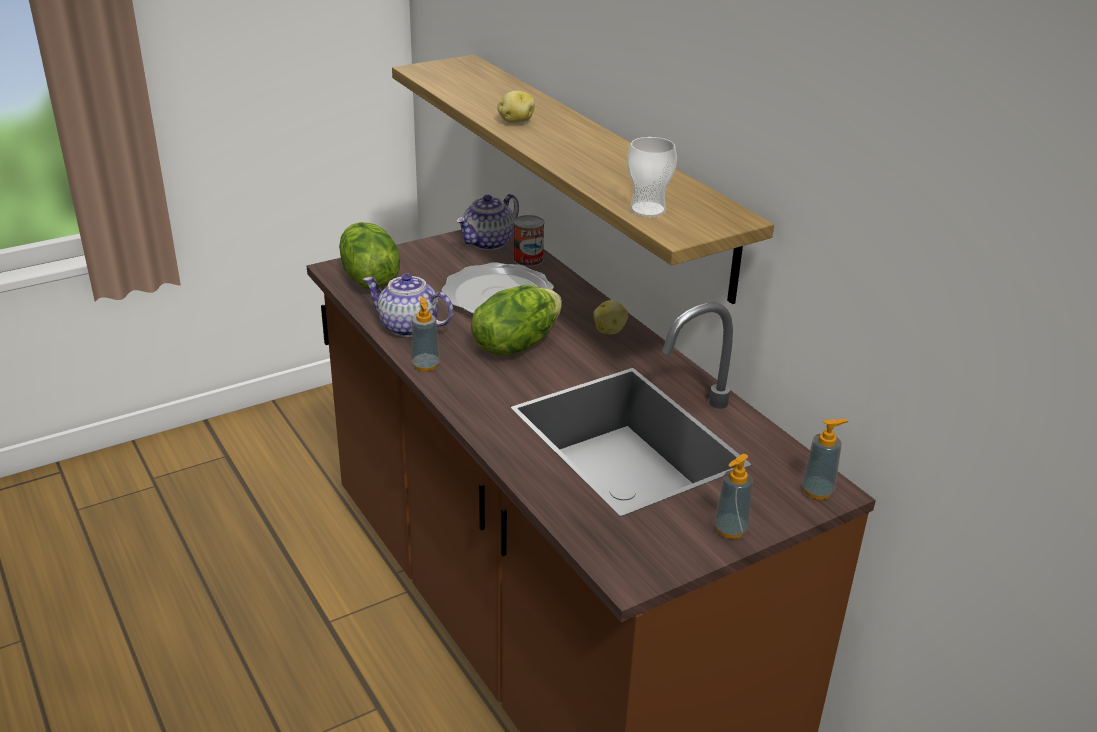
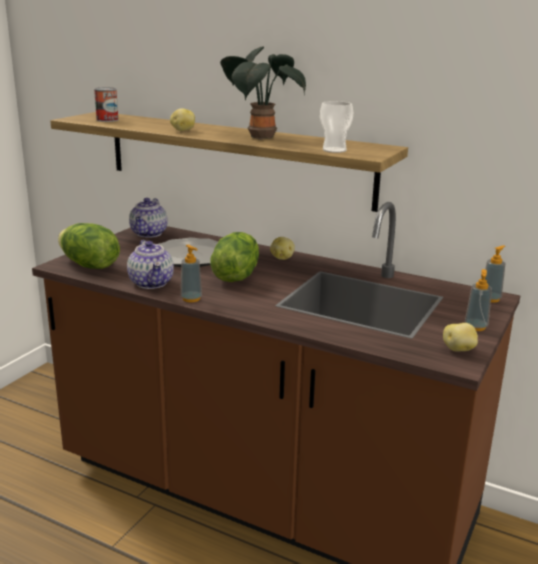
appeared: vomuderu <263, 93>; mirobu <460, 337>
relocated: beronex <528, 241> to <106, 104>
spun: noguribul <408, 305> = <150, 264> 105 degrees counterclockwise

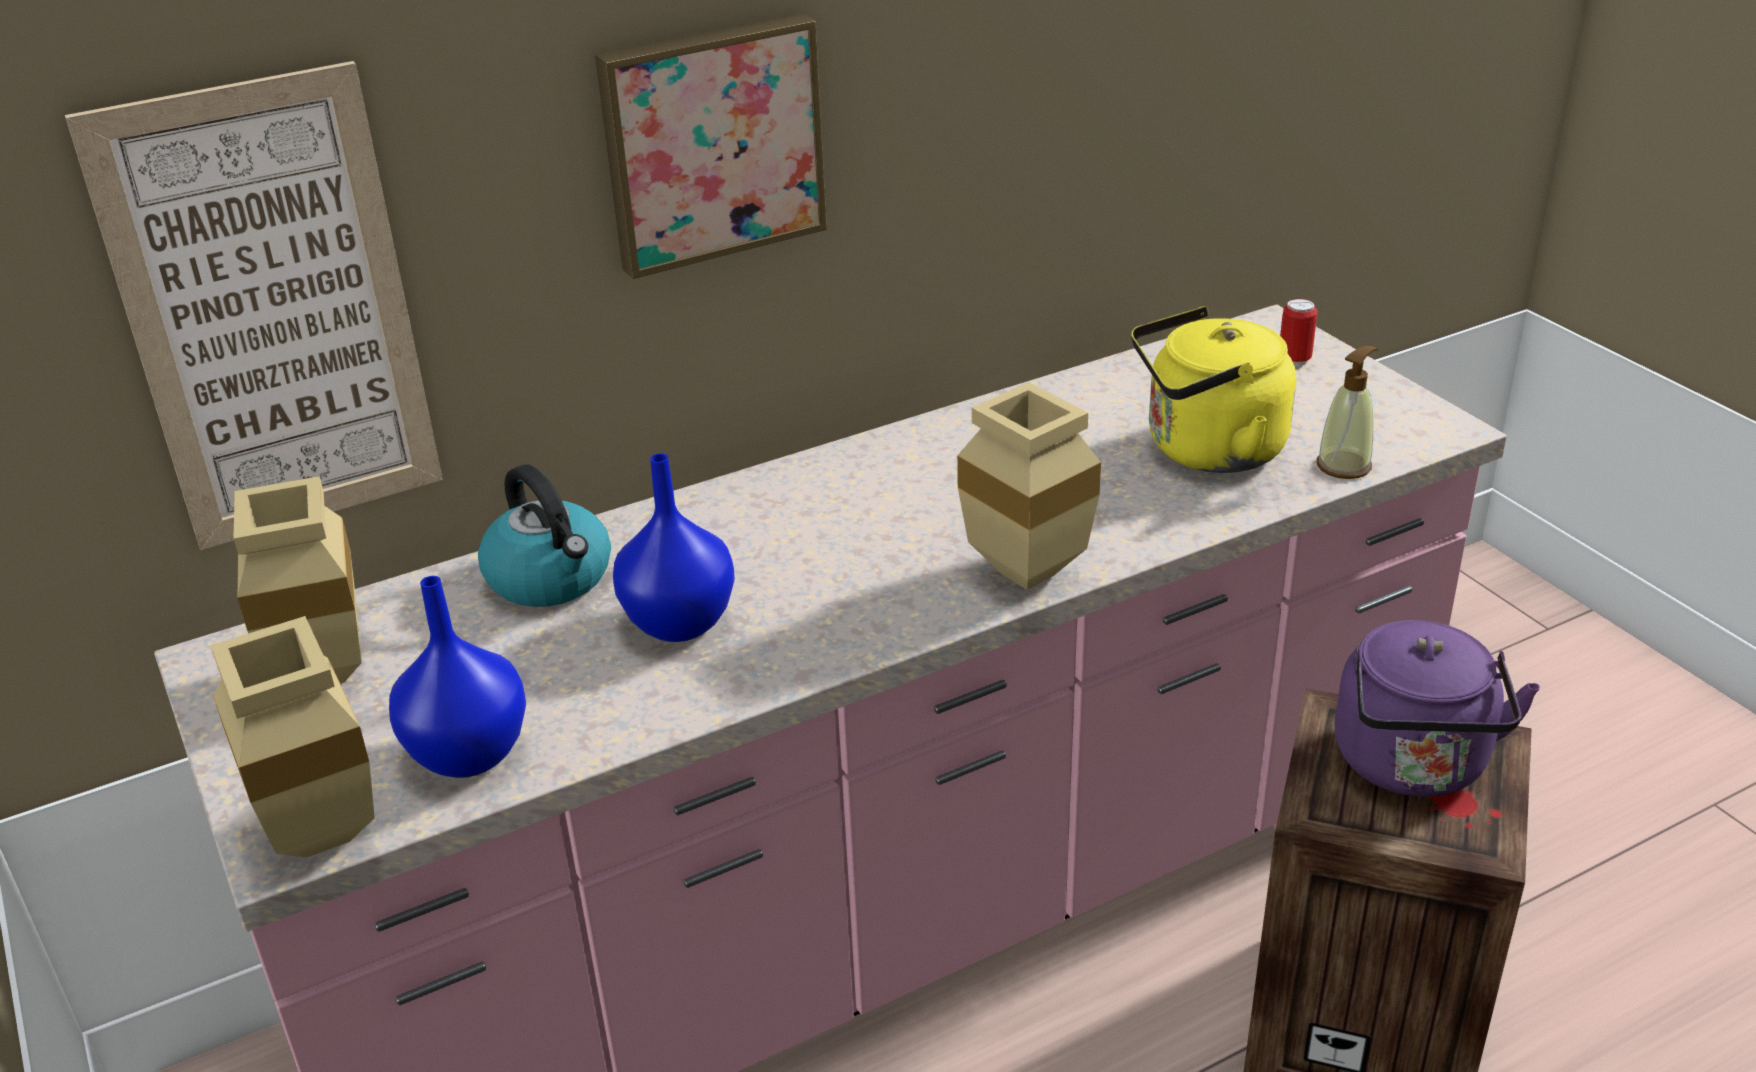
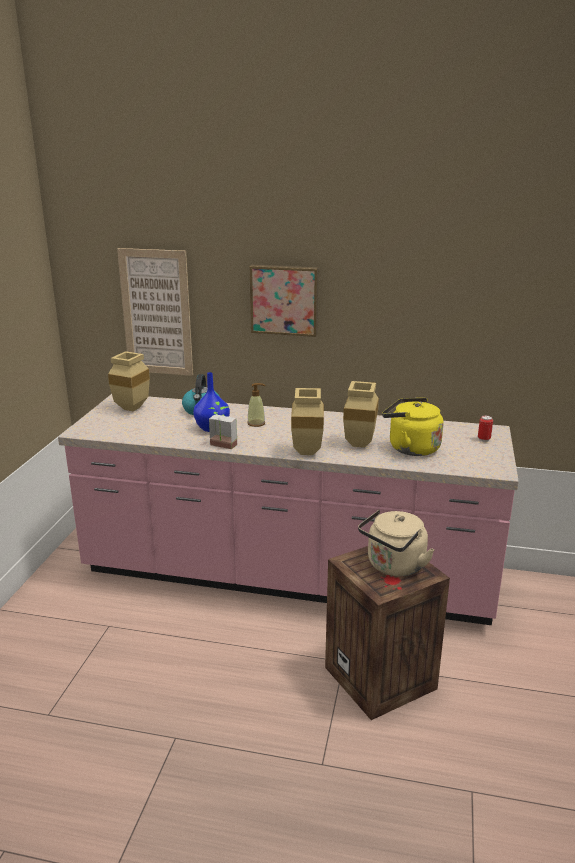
missing: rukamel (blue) <457, 677>
appeared: vomuderu <223, 425>
relocated: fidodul <1347, 412> to <256, 405>; rukamel (beige) <293, 737> to <361, 414>
colour: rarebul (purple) <1437, 708> to rarebul (beige) <396, 543>

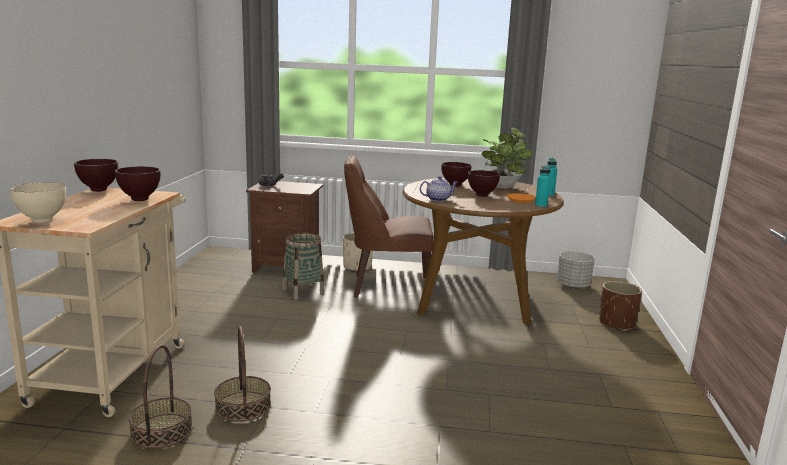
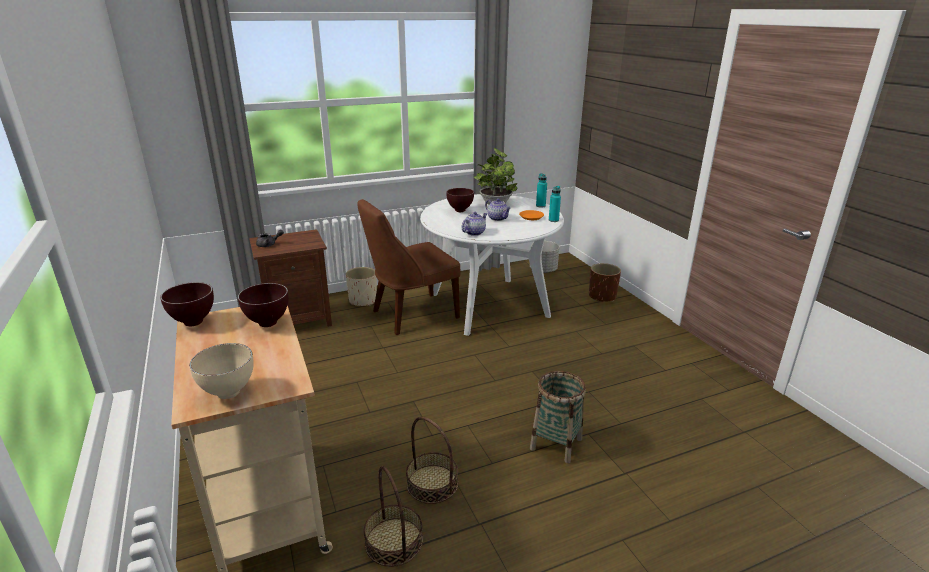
relocated: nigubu <303, 266> to <558, 417>
exchanged: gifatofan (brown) <484, 183> to noguribul <498, 210>
colour: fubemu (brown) <483, 251> to fubemu (white) <492, 265>

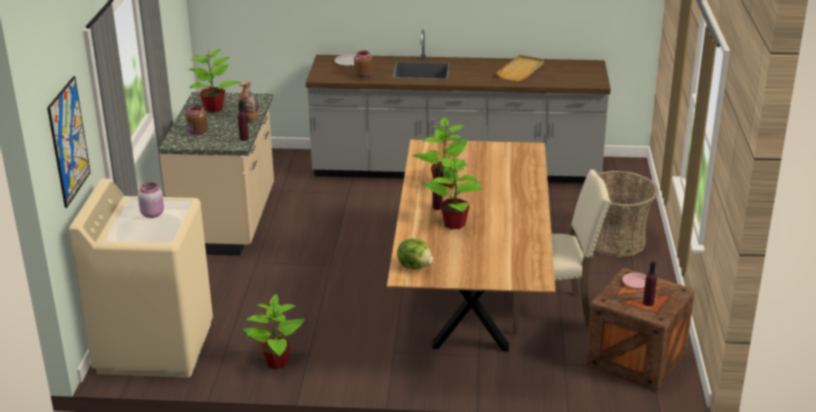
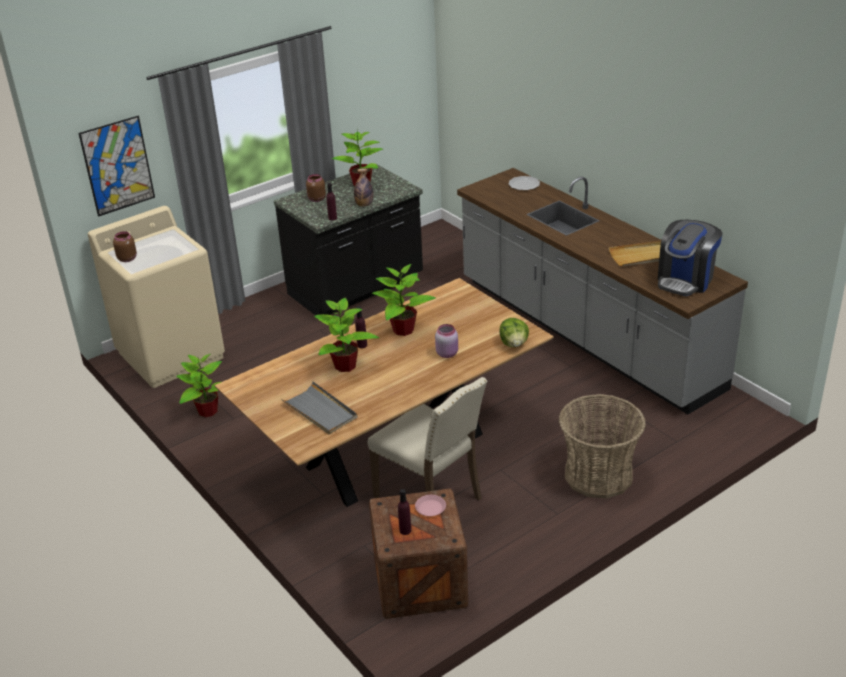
appeared: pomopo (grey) <319, 407>; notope <690, 258>
relocated: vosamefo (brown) <363, 64> to <125, 246>; vosamefo (pink) <151, 200> to <446, 341>; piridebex <415, 254> to <514, 332>
colour: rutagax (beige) <216, 174> to rutagax (black) <348, 240>

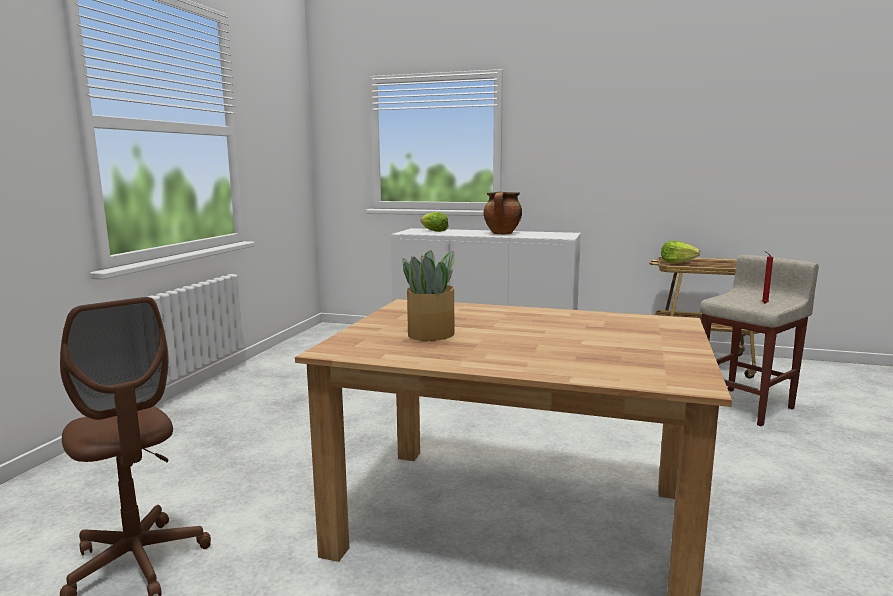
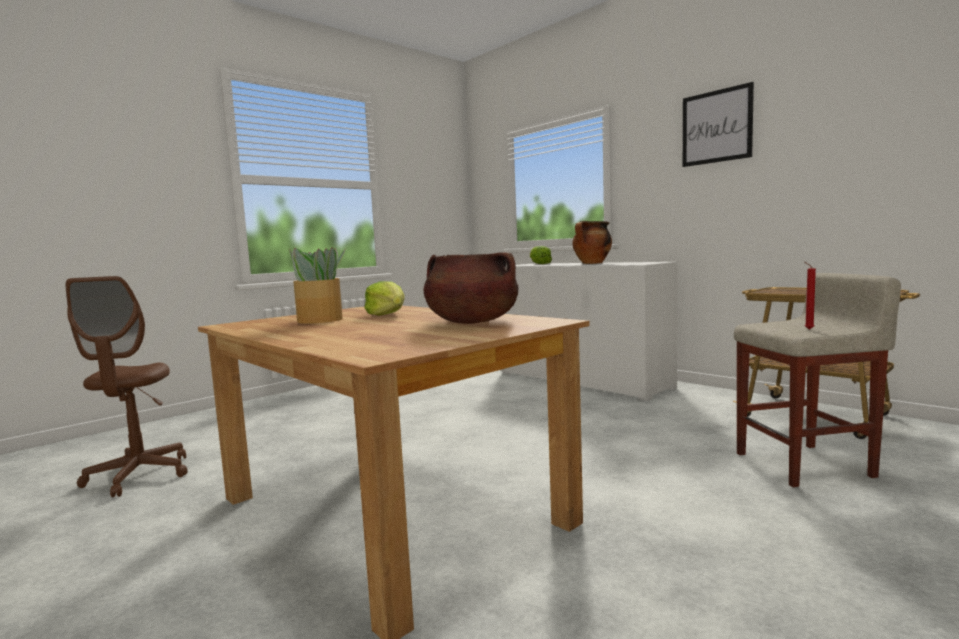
appeared: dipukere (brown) <470, 288>; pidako <718, 124>
relocated: piridebex <680, 252> to <384, 298>

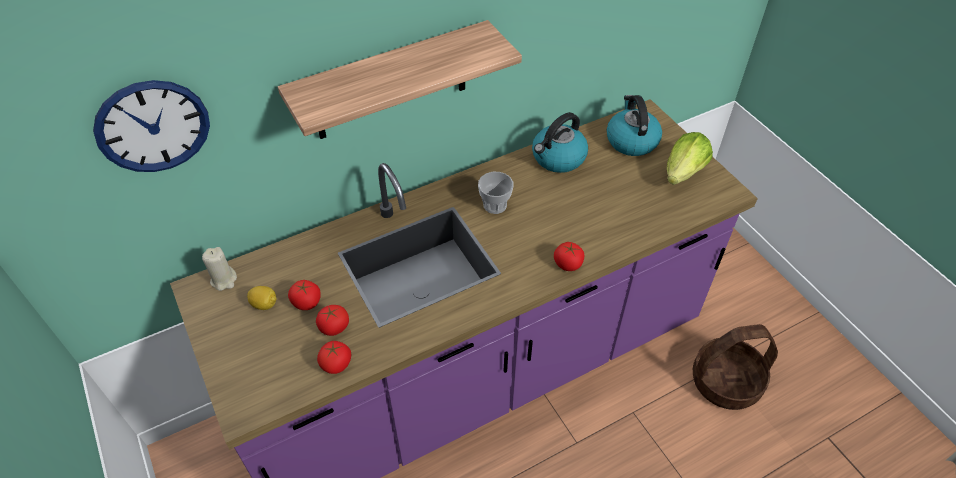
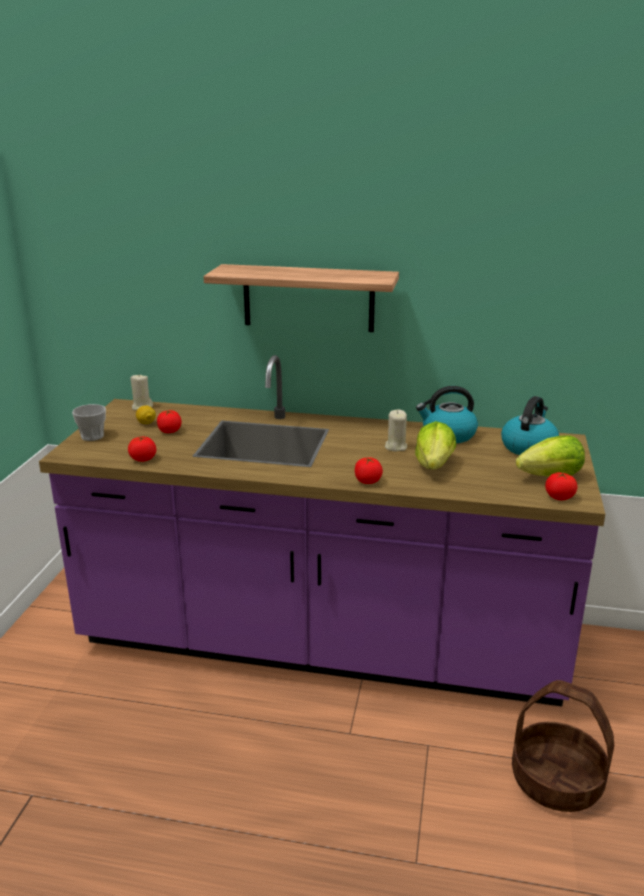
missing: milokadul <151, 126>
appeared: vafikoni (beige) <396, 431>; piridebex <435, 445>
relocated: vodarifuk <495, 193> to <89, 422>; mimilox <332, 320> to <561, 486>

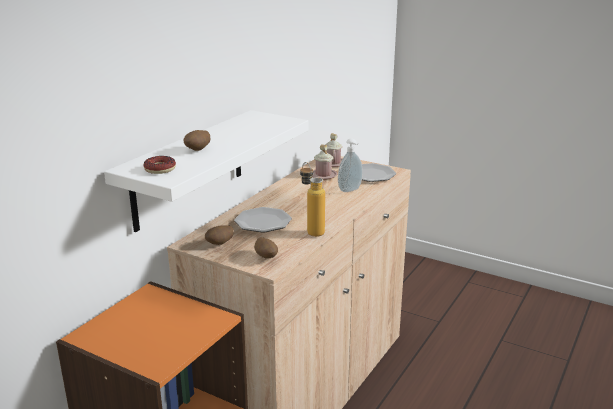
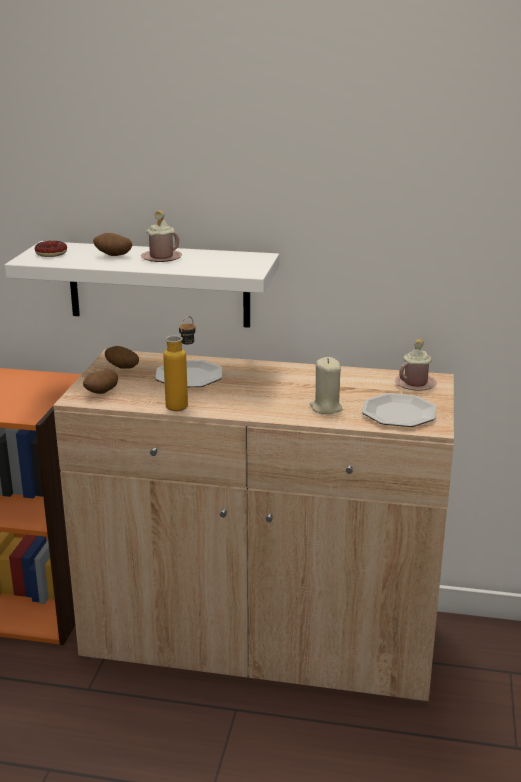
relocated: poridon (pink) <325, 161> to <161, 236>
exchanged: fidodul <350, 165> to vafikoni (beige) <326, 385>

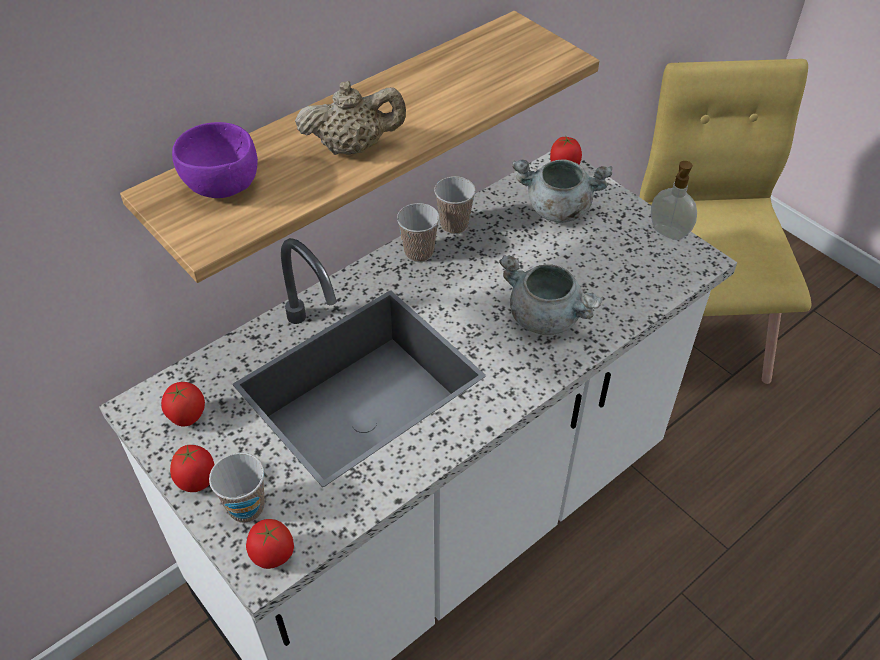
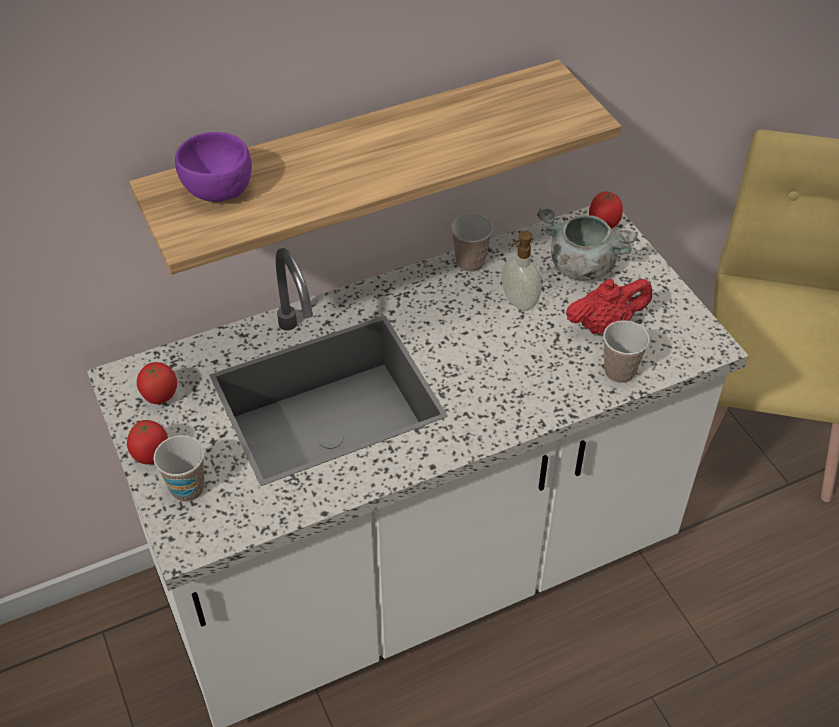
missing: mimilox <270, 544>; noguribul (beige) <350, 118>; dipukere (grey) <551, 295>
appeared: noguribul (red) <609, 306>
relocated: fidodul <674, 200> to <521, 271>; vodarifuk <418, 232> to <626, 351>

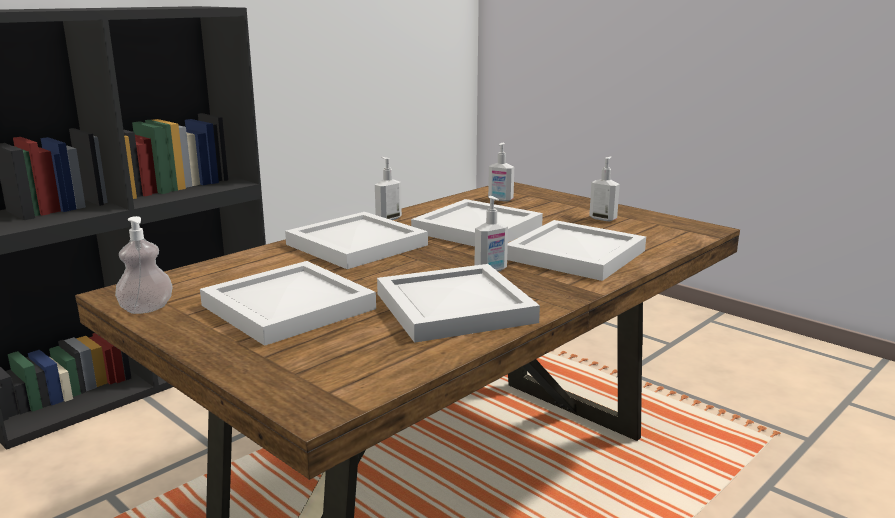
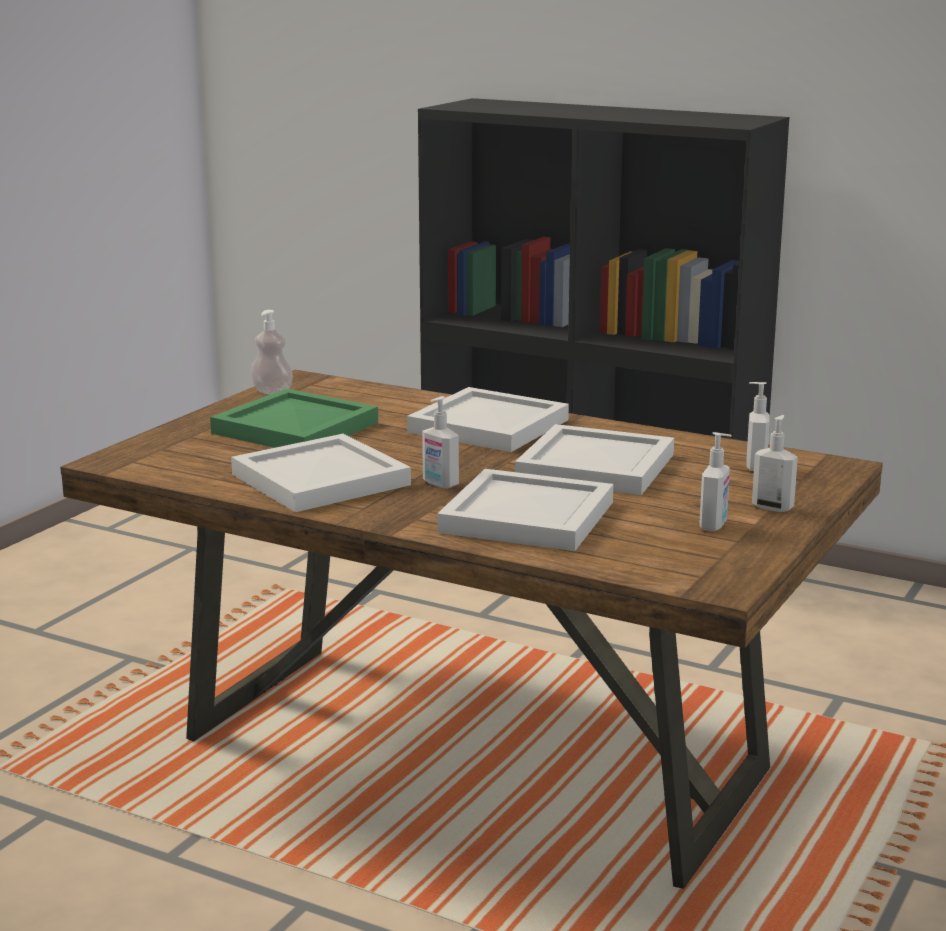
relocated: fidodul <388, 188> to <775, 463>
colour: pomopo (white) <288, 303> to pomopo (green) <294, 418>

